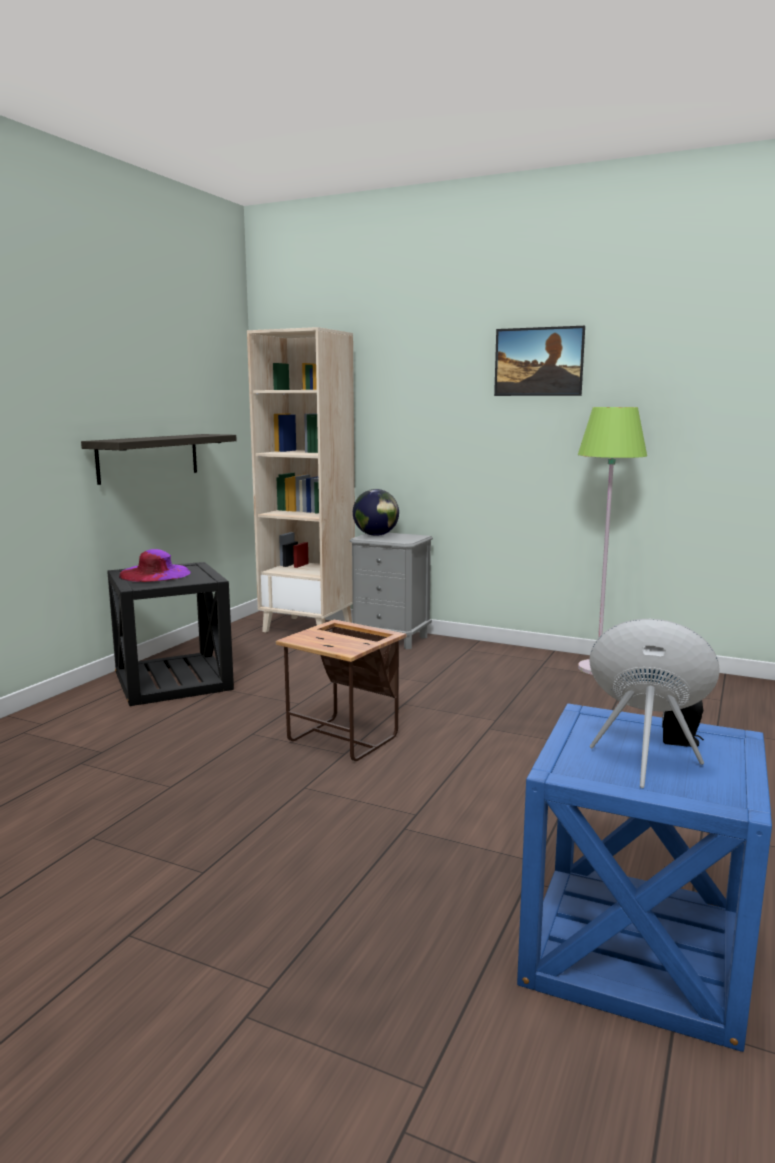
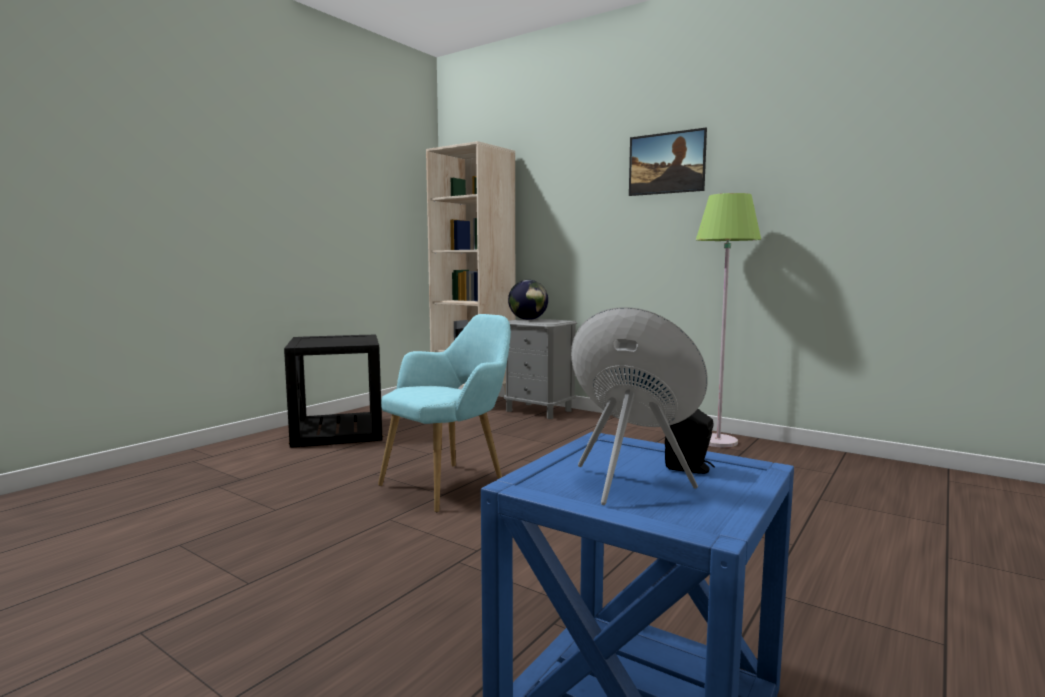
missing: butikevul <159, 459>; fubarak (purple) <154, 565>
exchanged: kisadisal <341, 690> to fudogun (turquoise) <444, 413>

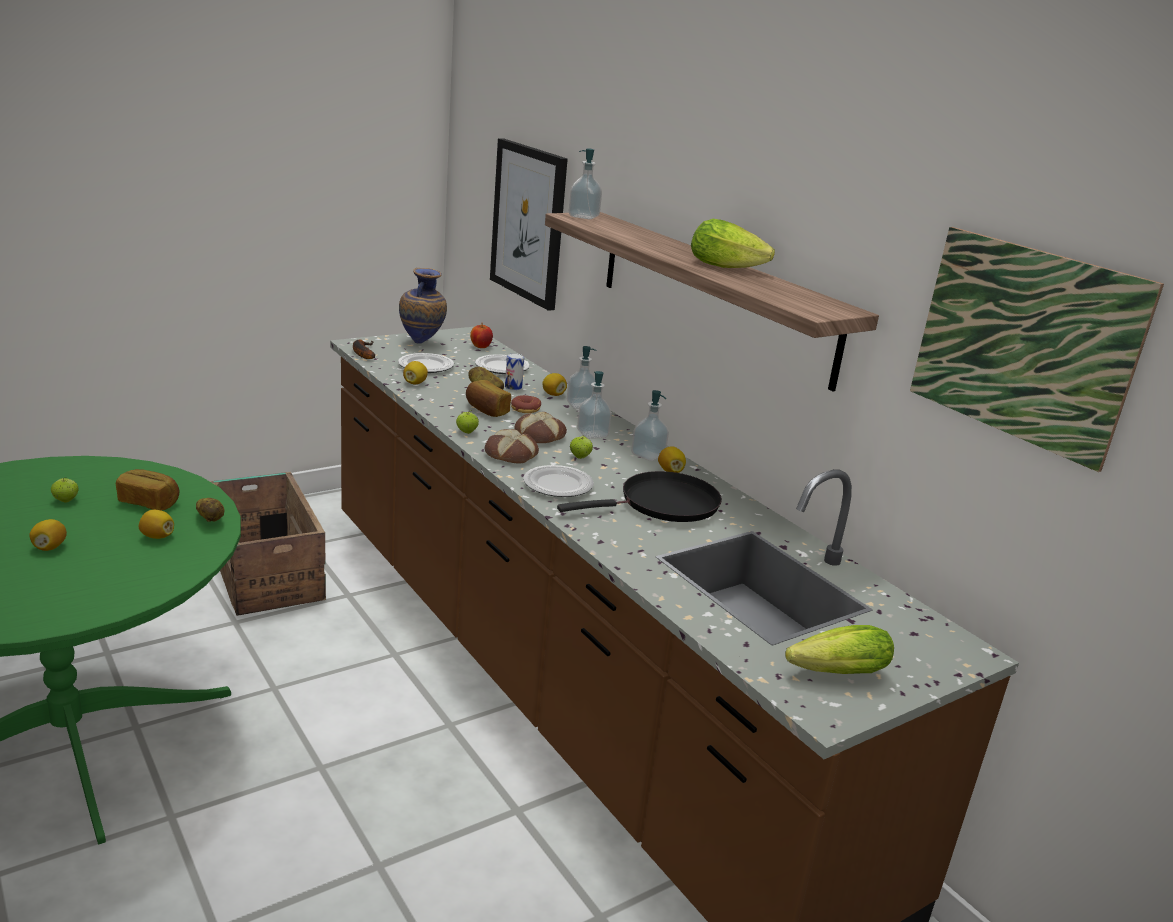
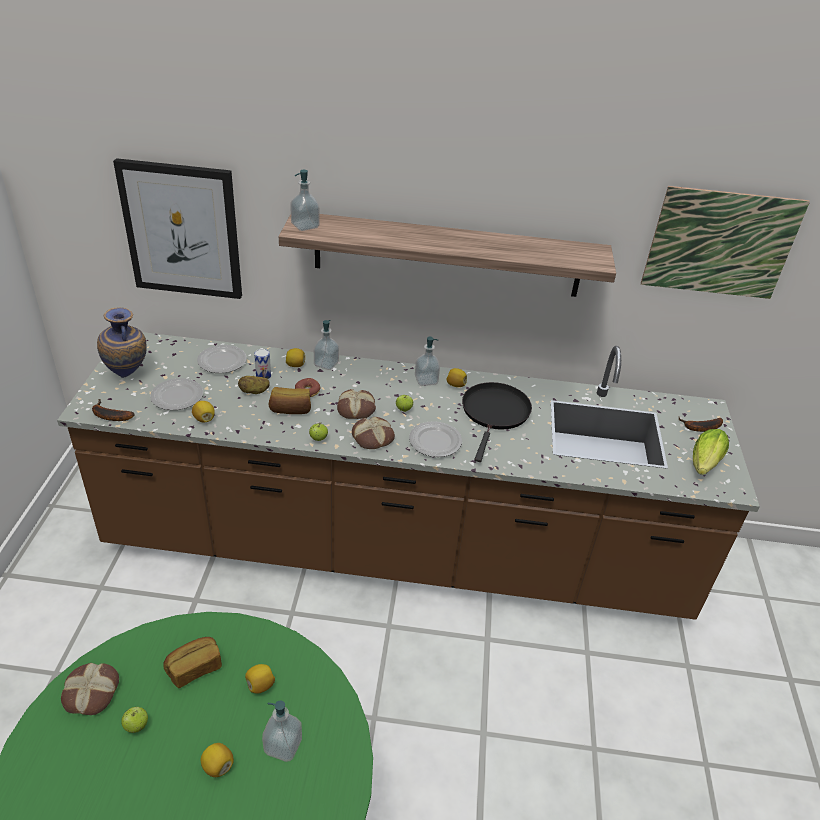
missing: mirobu <210, 510>; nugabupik <268, 544>; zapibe <481, 335>; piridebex <733, 243>
appeared: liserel <90, 689>; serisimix <701, 424>
relocated: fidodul <594, 405> to <282, 731>

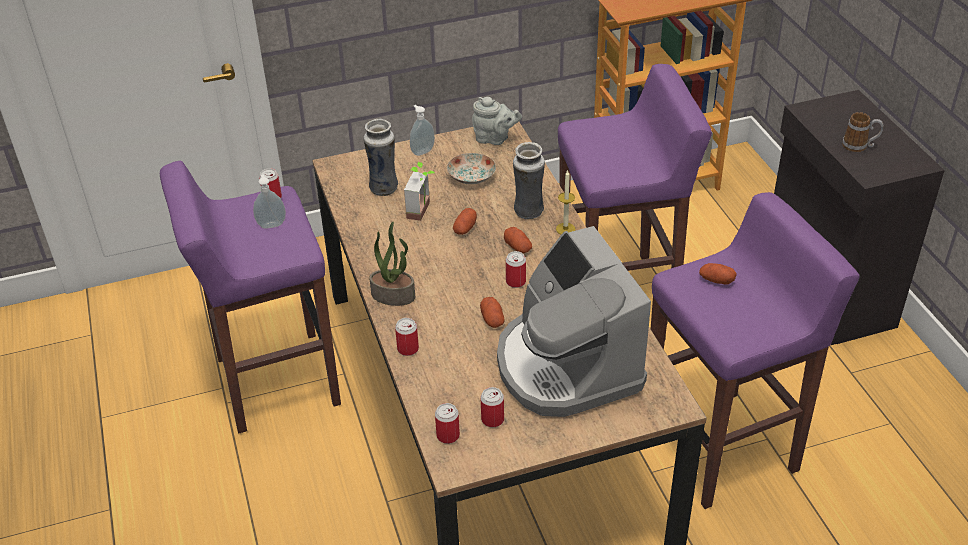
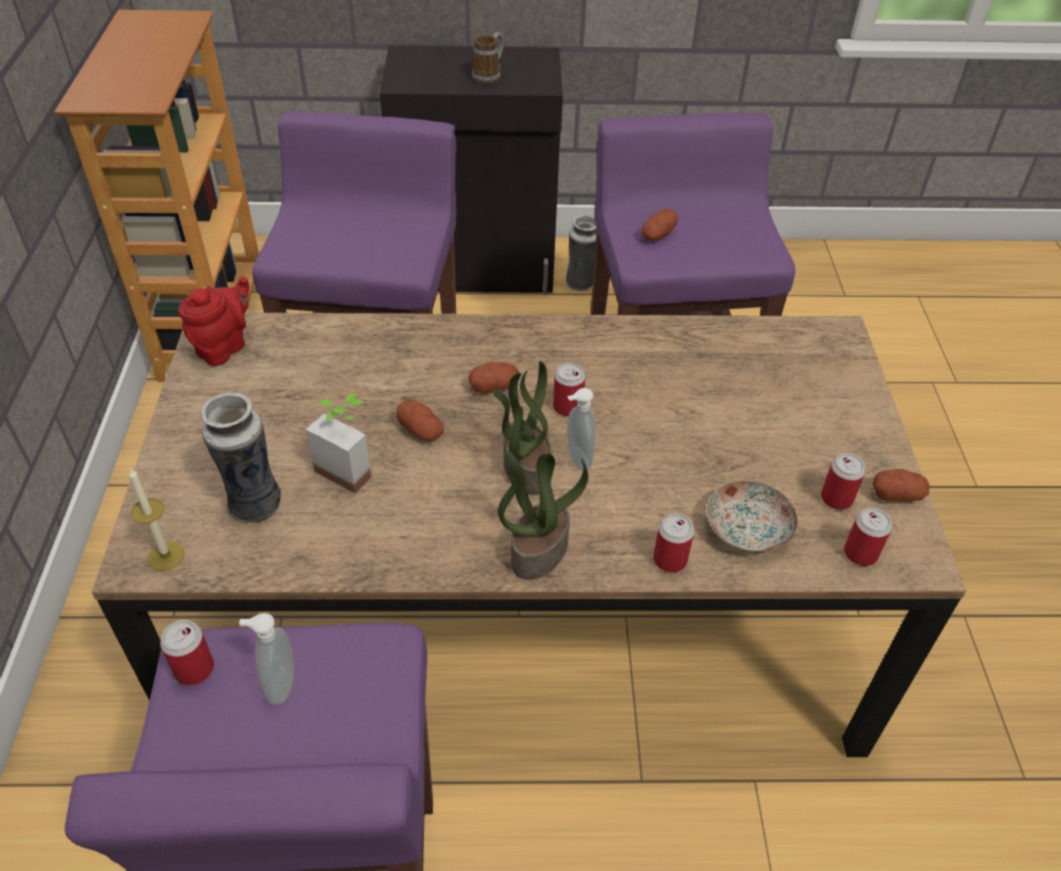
missing: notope <574, 321>
appeared: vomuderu <522, 428>
relocated: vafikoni <566, 202> to <156, 519>; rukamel <529, 180> to <581, 253>; fidodul <422, 130> to <581, 429>; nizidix <471, 168> to <752, 516>; mirobu <492, 312> to <901, 485>
colour: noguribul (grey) <497, 121> to noguribul (red) <213, 321>

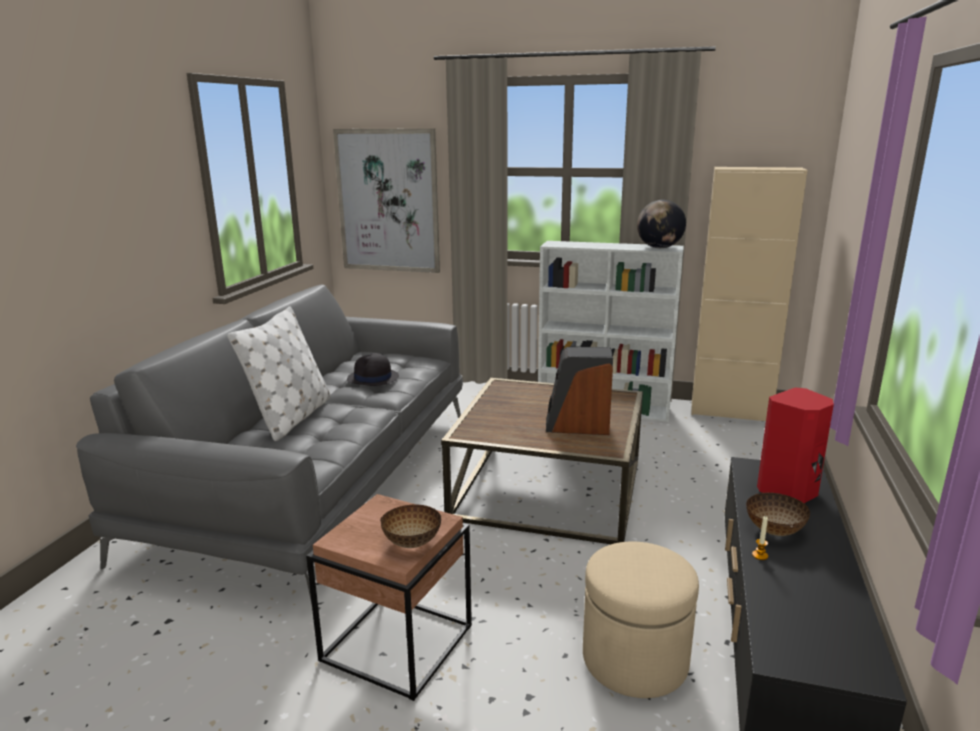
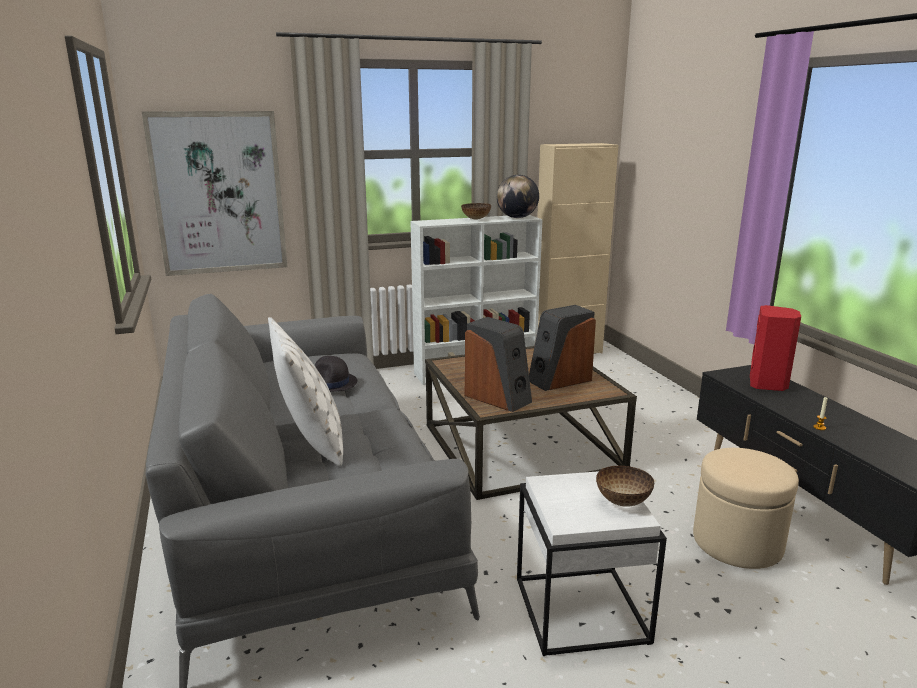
appeared: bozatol <498, 364>
relocated: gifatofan <778, 514> to <476, 211>
colour: kisadisal (brown) <389, 597> to kisadisal (white) <592, 563>

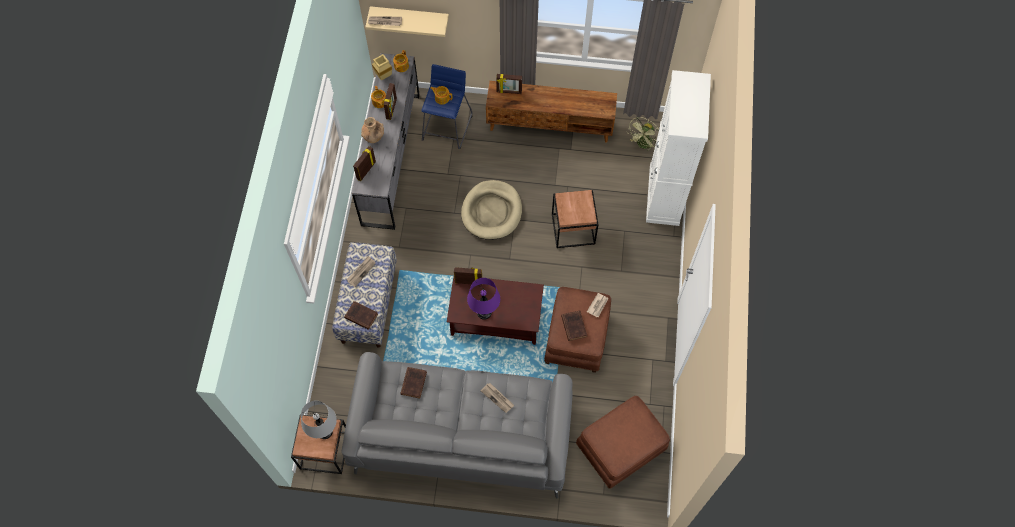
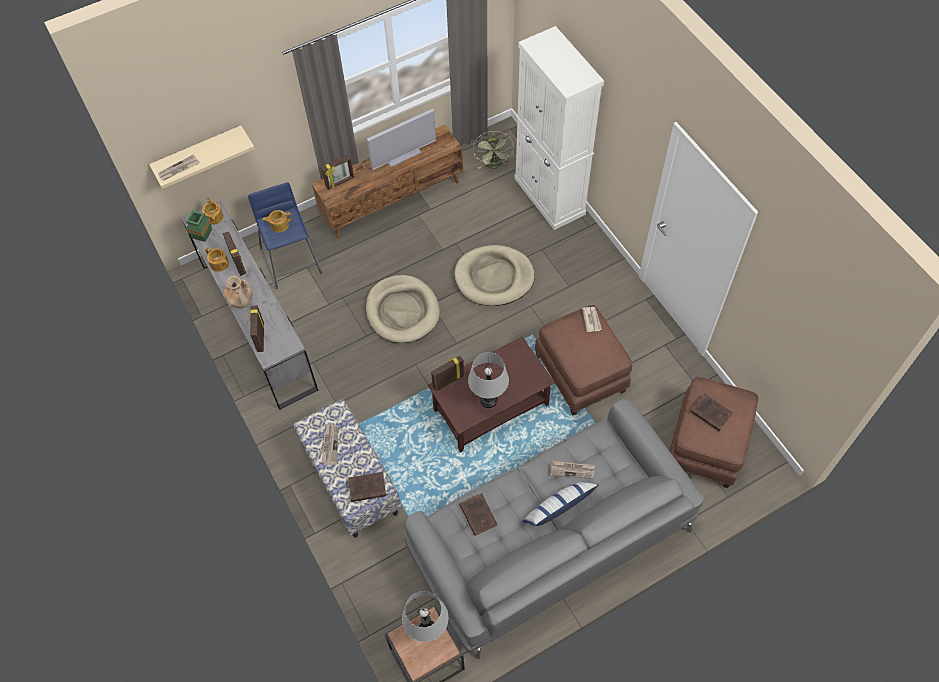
appeared: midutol <401, 139>; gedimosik <560, 504>
relocated: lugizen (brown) <574, 325> to <711, 412>
exchanged: kisadisal (brown) <575, 219> to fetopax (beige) <494, 275>
colour: rukamel (beige) <382, 67> to rukamel (green) <199, 226>; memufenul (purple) <483, 299> to memufenul (grey) <488, 380>

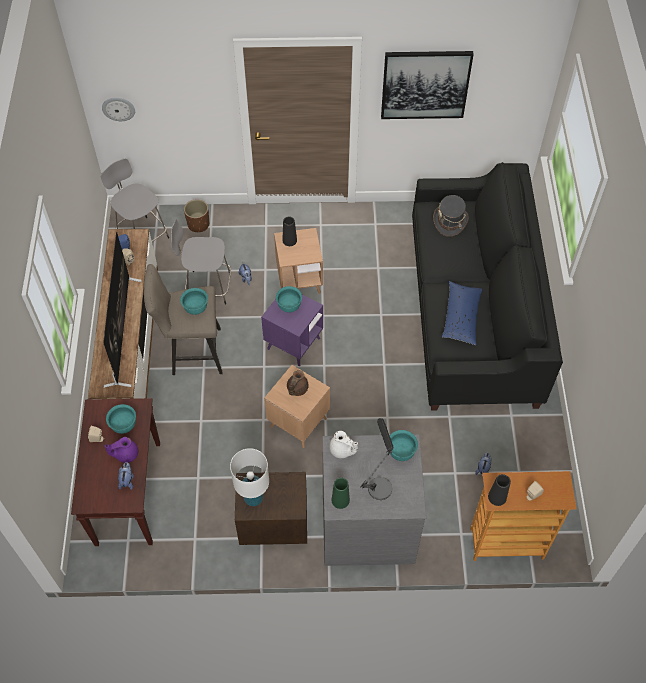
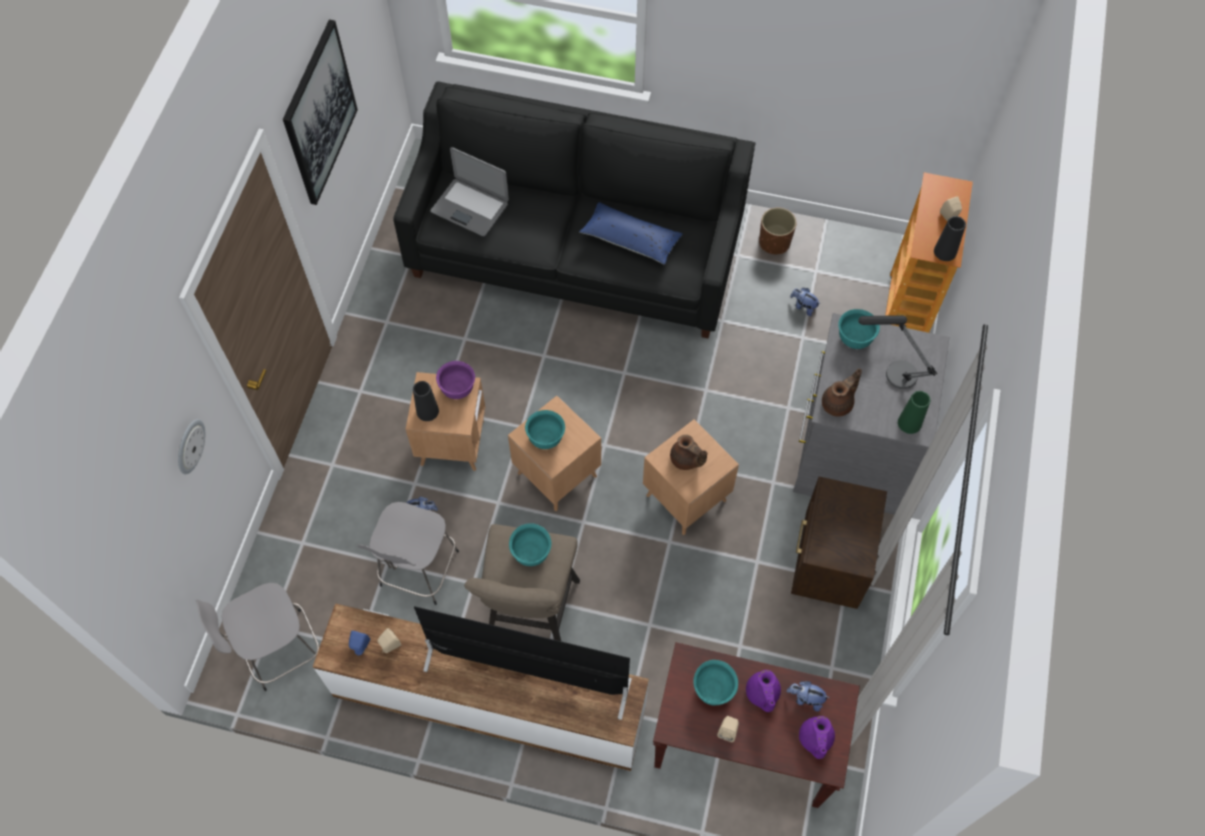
missing: memufenul (white) <249, 477>
appeared: gifatofan (purple) <455, 380>; noguribul (purple) <817, 737>
relocated: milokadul <118, 109> to <191, 446>; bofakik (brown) <196, 215> to <777, 231>
exchanged: fubarak (grey) <451, 216> to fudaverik <470, 191>
colour: kisadisal (purple) <292, 326> to kisadisal (brown) <554, 453>; noguribul (white) <343, 444> to noguribul (brown) <842, 393>

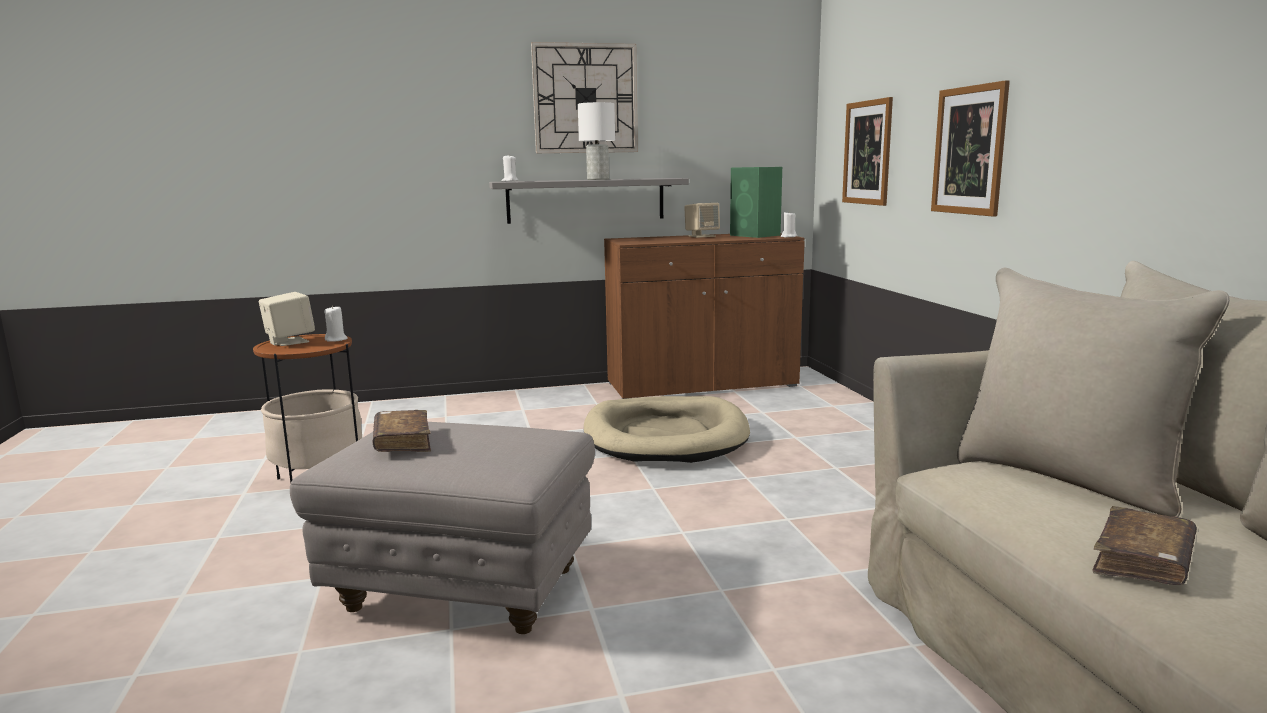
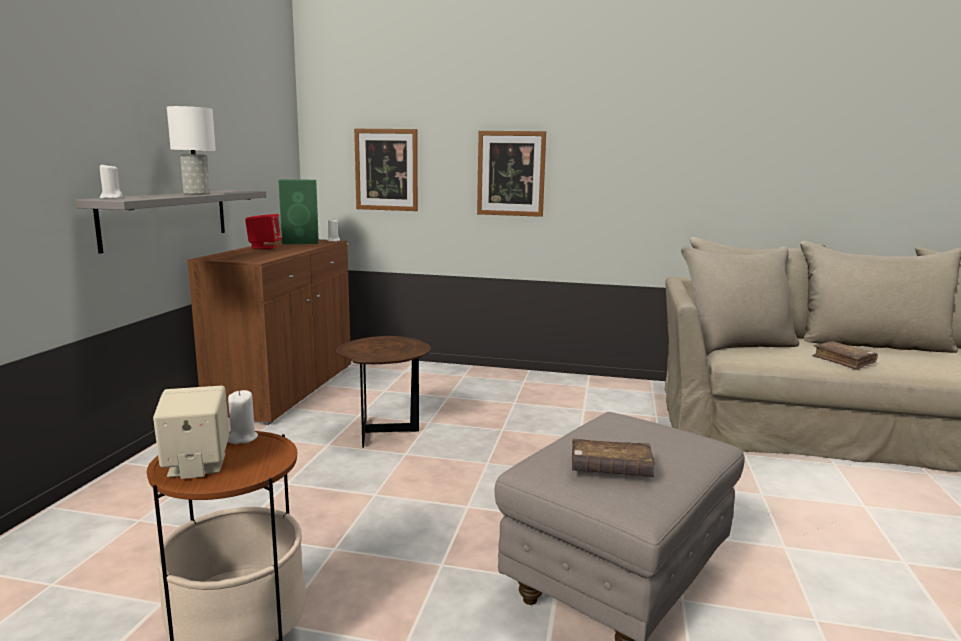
missing: milokadul <584, 97>
exchanged: fetopax (beige) <667, 429> to kisadisal (brown) <383, 392>
colour: bozatol (beige) <702, 220> to bozatol (red) <263, 231>

